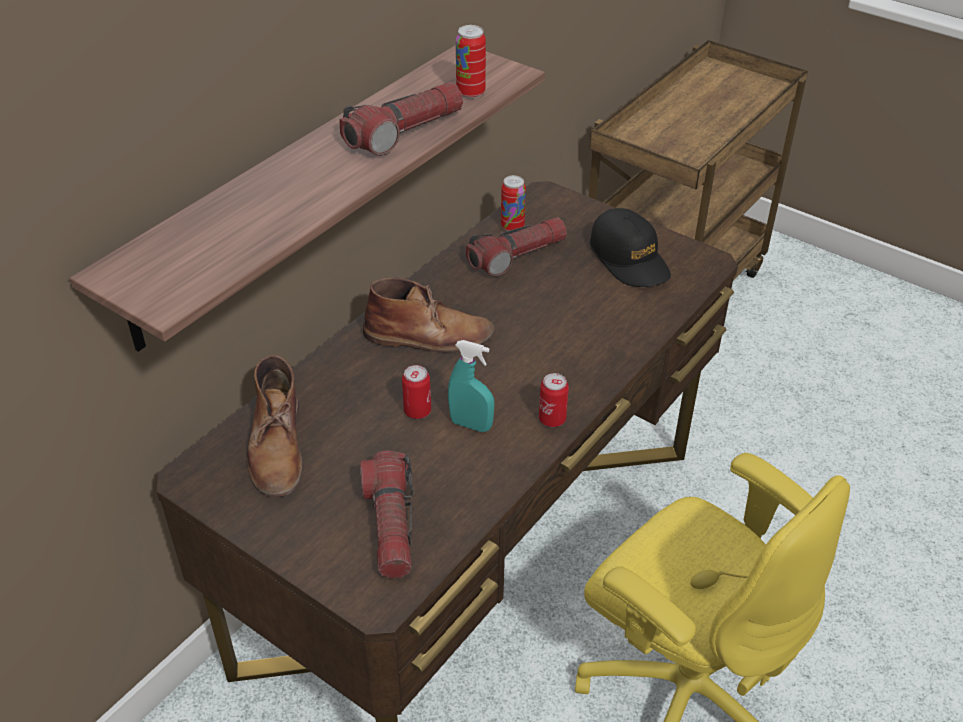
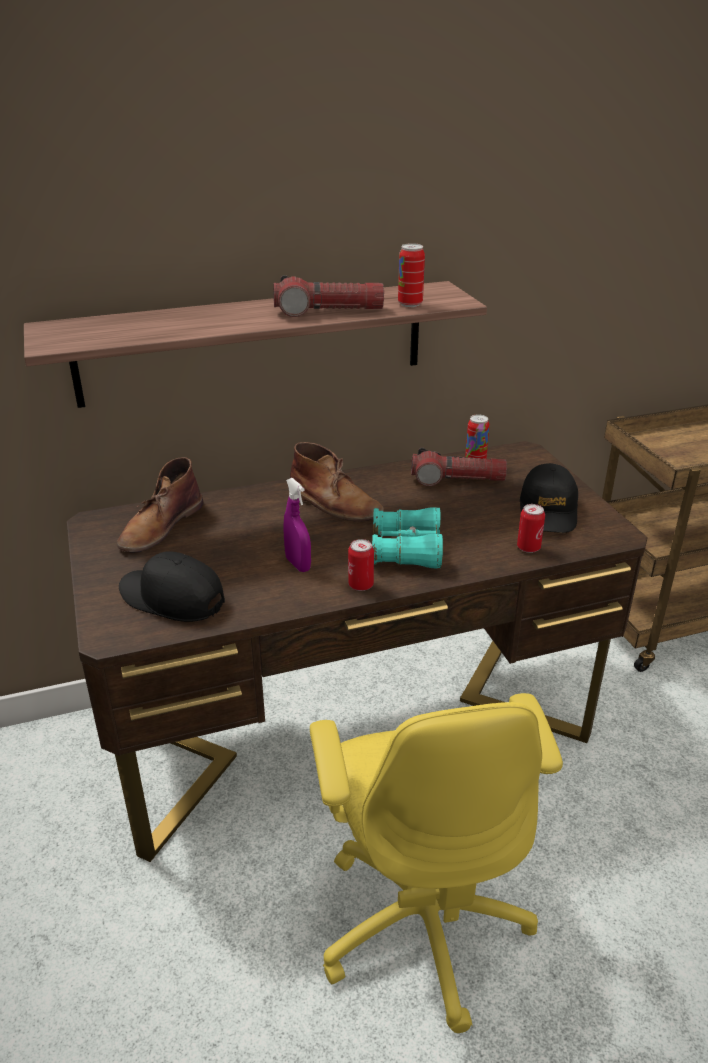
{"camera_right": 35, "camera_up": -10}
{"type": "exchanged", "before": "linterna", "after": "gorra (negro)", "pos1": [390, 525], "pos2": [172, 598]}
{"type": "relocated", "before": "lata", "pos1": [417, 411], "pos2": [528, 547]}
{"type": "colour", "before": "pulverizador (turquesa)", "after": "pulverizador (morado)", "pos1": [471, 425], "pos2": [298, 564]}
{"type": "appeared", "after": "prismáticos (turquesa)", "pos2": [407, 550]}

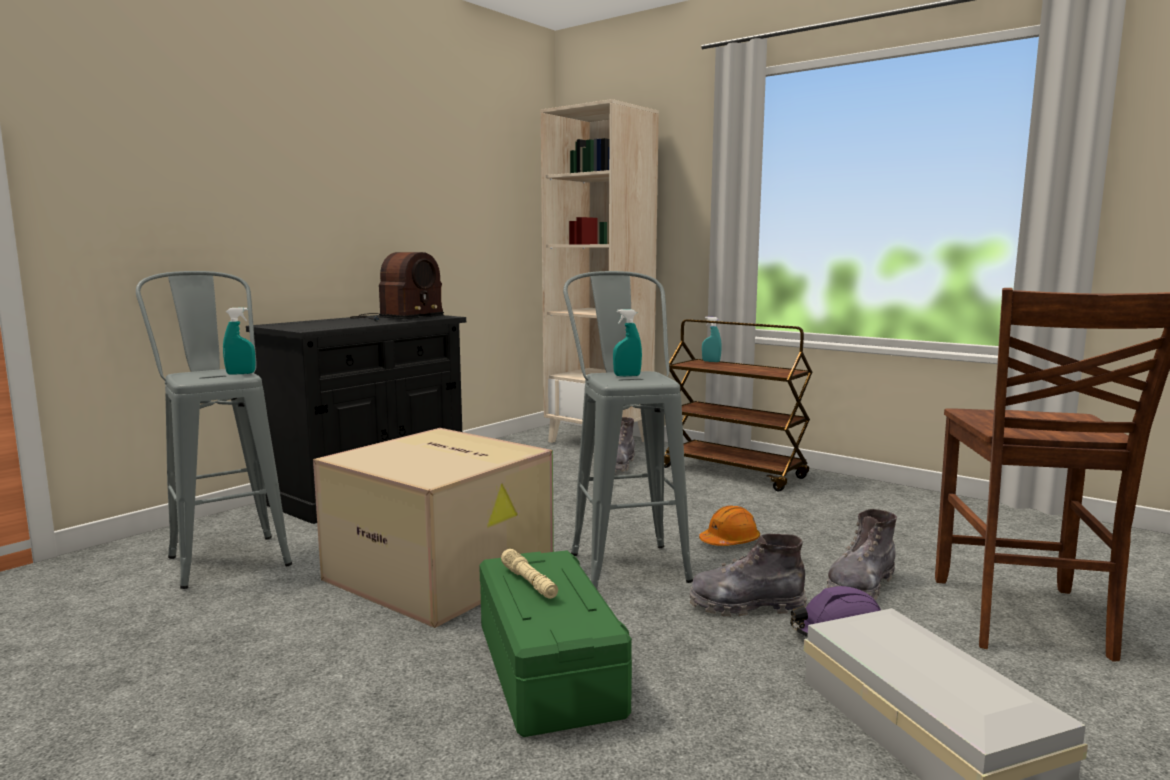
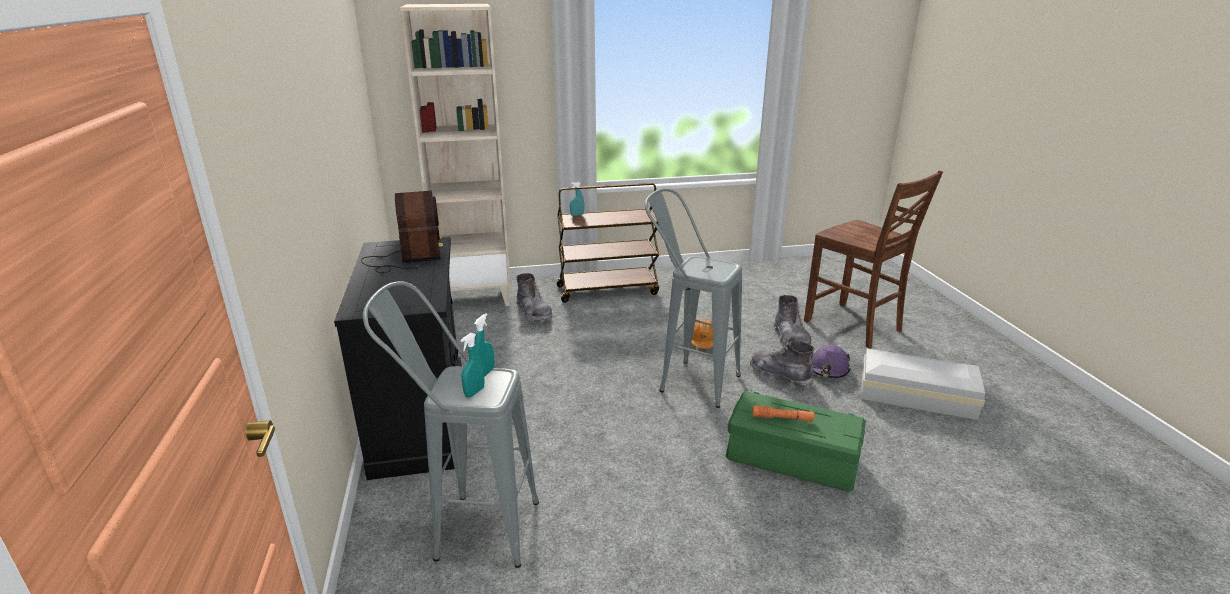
{"camera_right": -50, "camera_up": 15}
{"type": "missing", "before": "caja de cartón", "pos1": [443, 572]}
{"type": "colour", "before": "linterna (beis)", "after": "linterna (naranja)", "pos1": [529, 582], "pos2": [782, 418]}
{"type": "relocated", "before": "pulverizador (turquesa)", "pos1": [627, 375], "pos2": [474, 392]}
{"type": "spun", "before": "bota (gris)", "pos1": [746, 605], "pos2": [780, 375], "turn": 90}

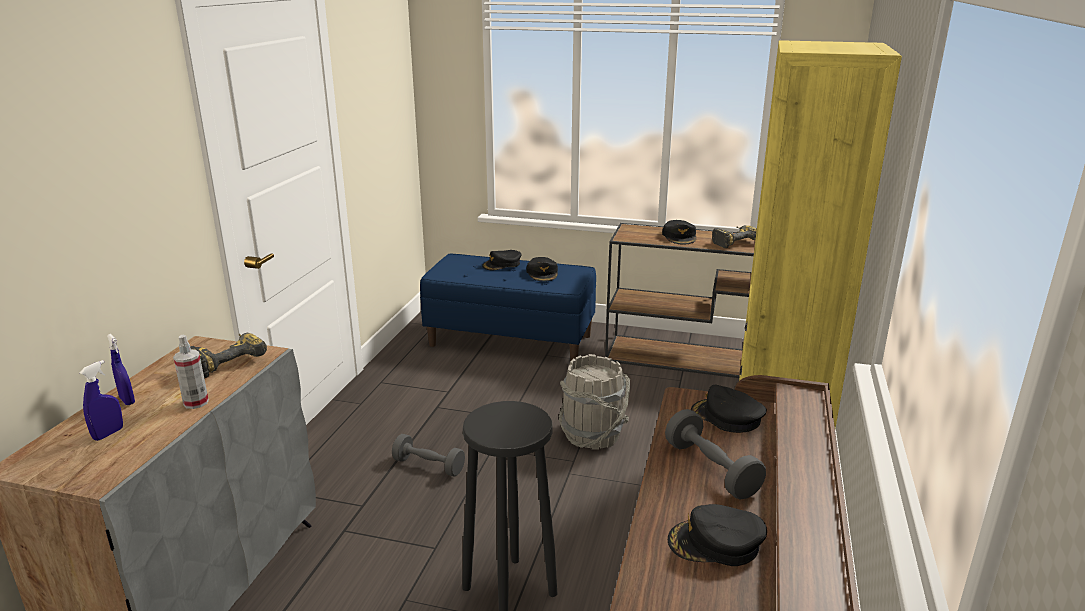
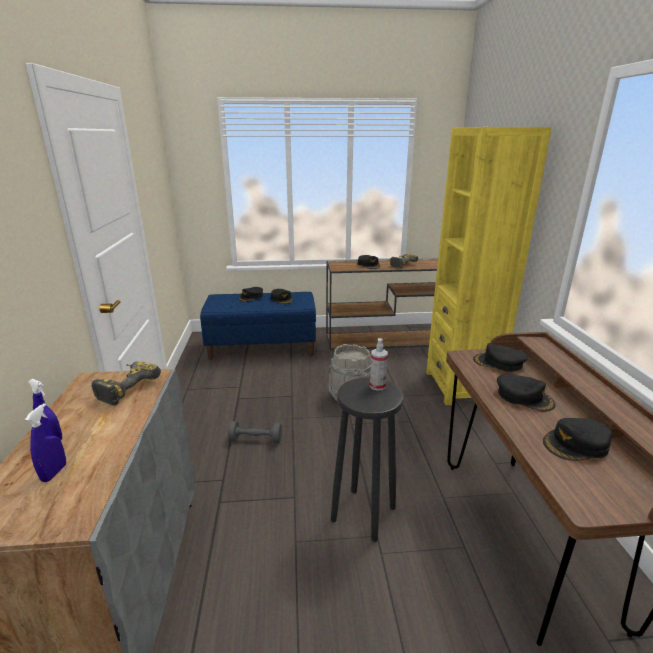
{"camera_right": -20, "camera_up": 0}
{"type": "relocated", "before": "pulverizador", "pos1": [196, 402], "pos2": [377, 386]}
{"type": "exchanged", "before": "mancuerna (gris)", "after": "gorra (negro)", "pos1": [711, 469], "pos2": [524, 397]}

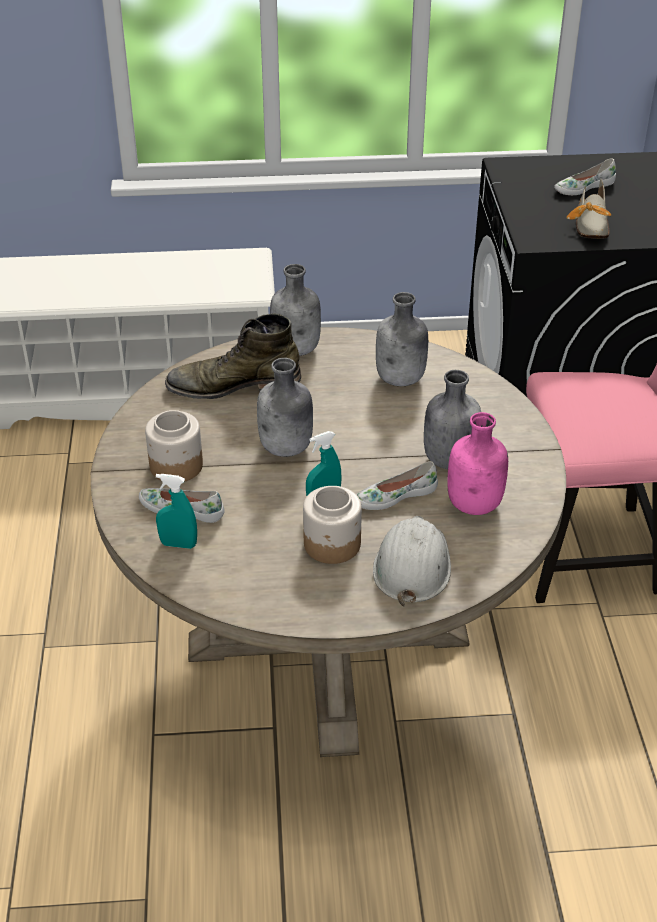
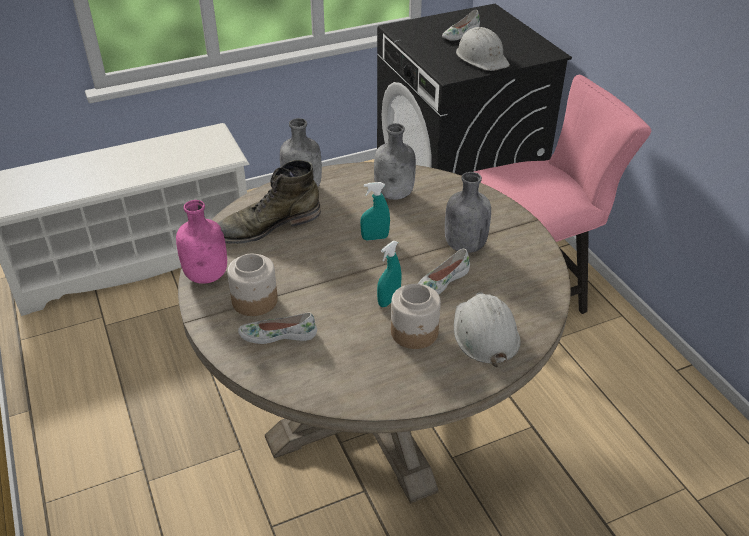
{"camera_right": -20, "camera_up": 0}
{"type": "relocated", "before": "pulverizador (turquesa)", "pos1": [178, 544], "pos2": [375, 238]}
{"type": "missing", "before": "botella (gris)", "pos1": [286, 448]}
{"type": "relocated", "before": "botella (rosa)", "pos1": [475, 504], "pos2": [207, 275]}
{"type": "exchanged", "before": "zapato", "after": "casco (blanco)", "pos1": [591, 225], "pos2": [482, 58]}

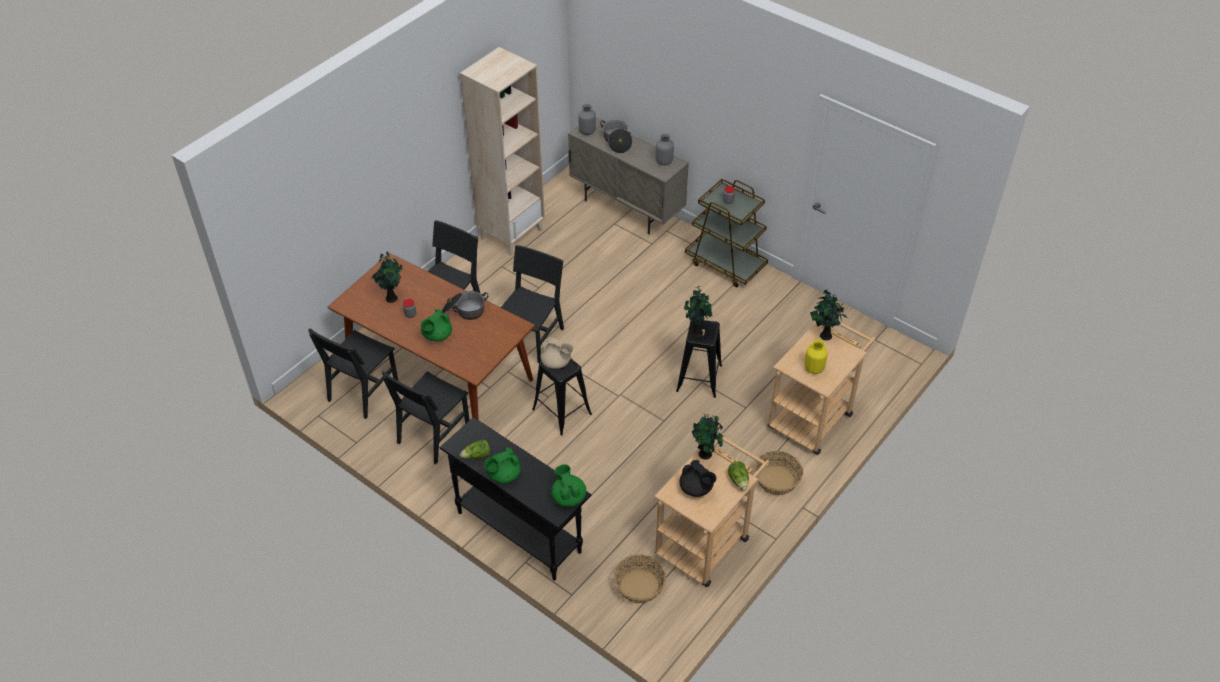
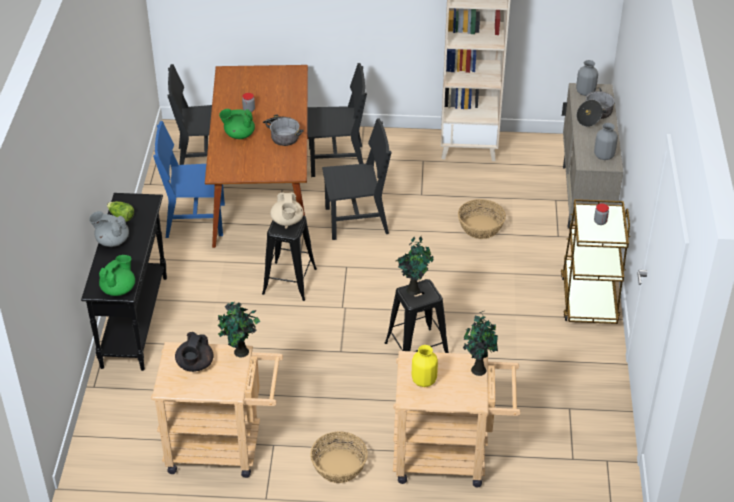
{"camera_right": 55, "camera_up": -5}
{"type": "missing", "before": "planta en maceta", "pos1": [391, 297]}
{"type": "colour", "before": "silla (negro)", "after": "silla (azul)", "pos1": [433, 434], "pos2": [195, 220]}
{"type": "colour", "before": "tetera (verde)", "after": "tetera (gris)", "pos1": [503, 475], "pos2": [112, 241]}
{"type": "relocated", "before": "cesta", "pos1": [639, 586], "pos2": [481, 227]}
{"type": "missing", "before": "lechuga", "pos1": [739, 480]}

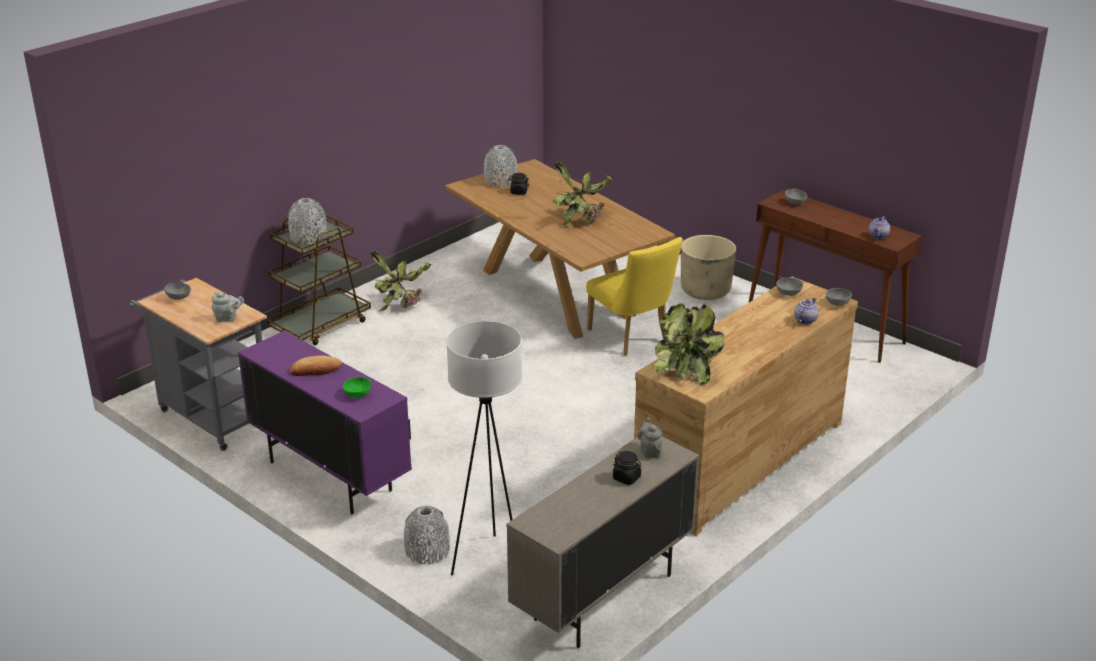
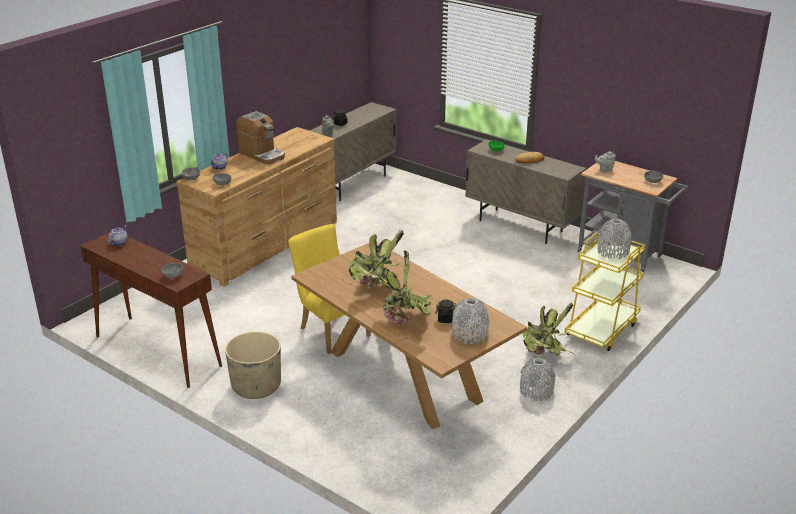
{"camera_right": 175, "camera_up": 0}
{"type": "colour", "before": "armario (morado)", "after": "armario (beis)", "pos1": [330, 476], "pos2": [520, 226]}
{"type": "colour", "before": "carrito (marrón)", "after": "carrito (amarillo)", "pos1": [321, 325], "pos2": [601, 329]}
{"type": "relocated", "before": "florero (gris)", "pos1": [427, 550], "pos2": [536, 391]}
{"type": "missing", "before": "lámpara de pie (blanco)", "pos1": [490, 562]}
{"type": "relocated", "before": "planta en maceta", "pos1": [684, 368], "pos2": [407, 320]}
{"type": "appeared", "after": "cafetera", "pos2": [262, 154]}

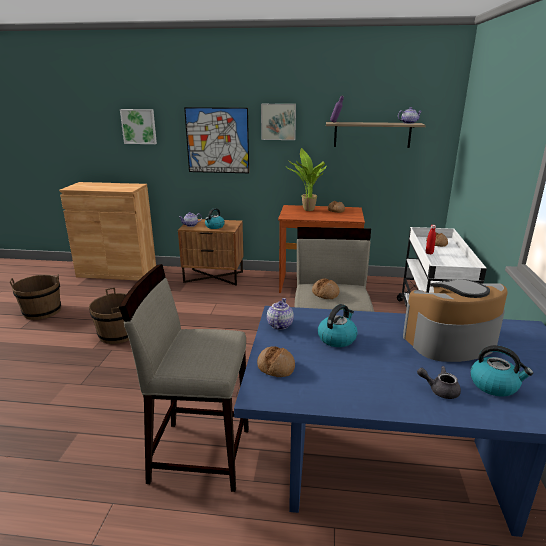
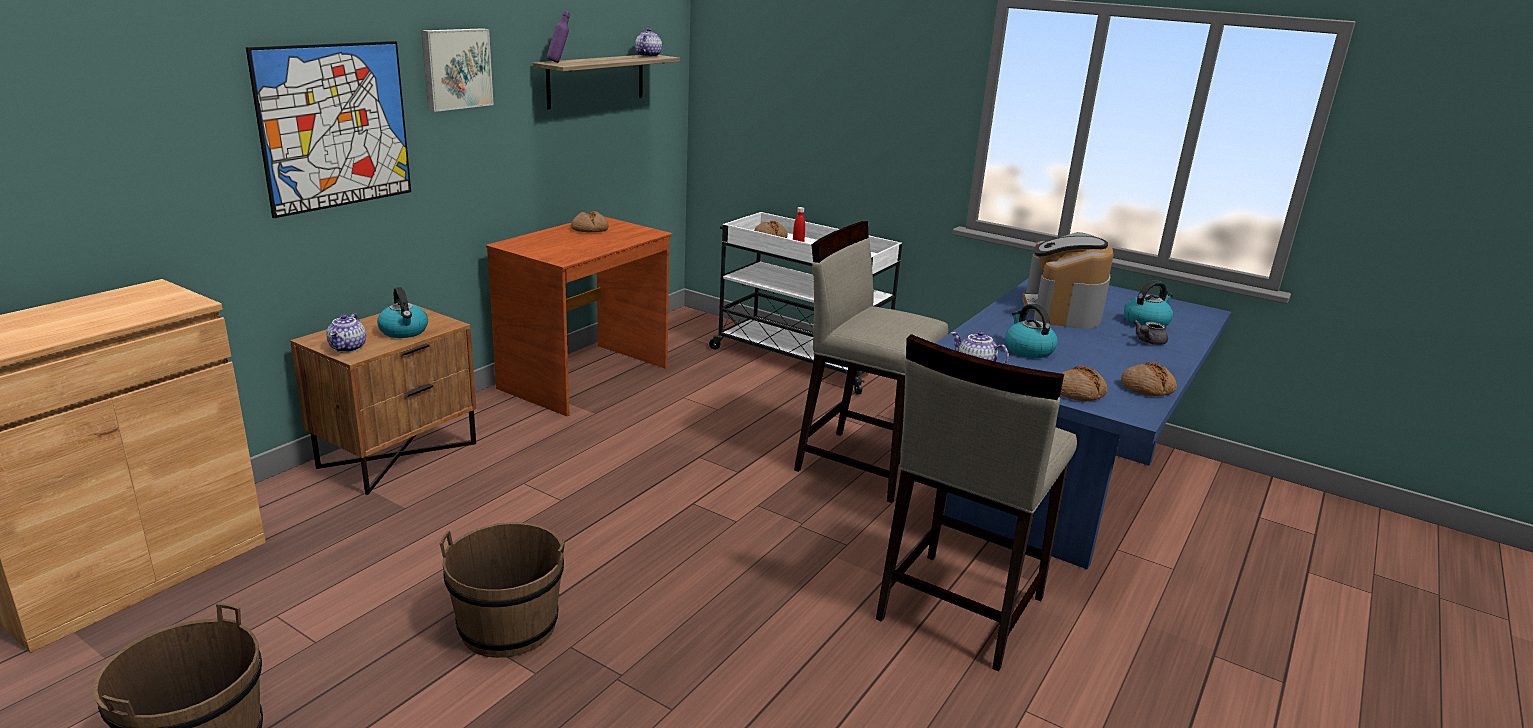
{"camera_right": -65, "camera_up": 0}
{"type": "missing", "before": "cuadro", "pos1": [139, 126]}
{"type": "missing", "before": "planta en maceta", "pos1": [306, 210]}
{"type": "relocated", "before": "pan", "pos1": [325, 293], "pos2": [1147, 388]}

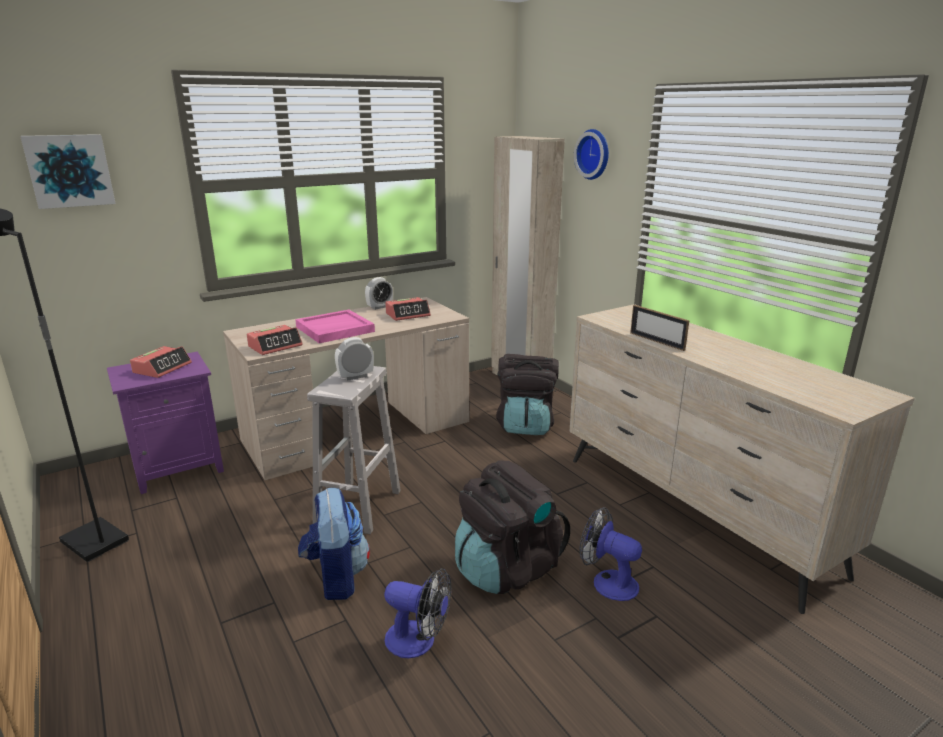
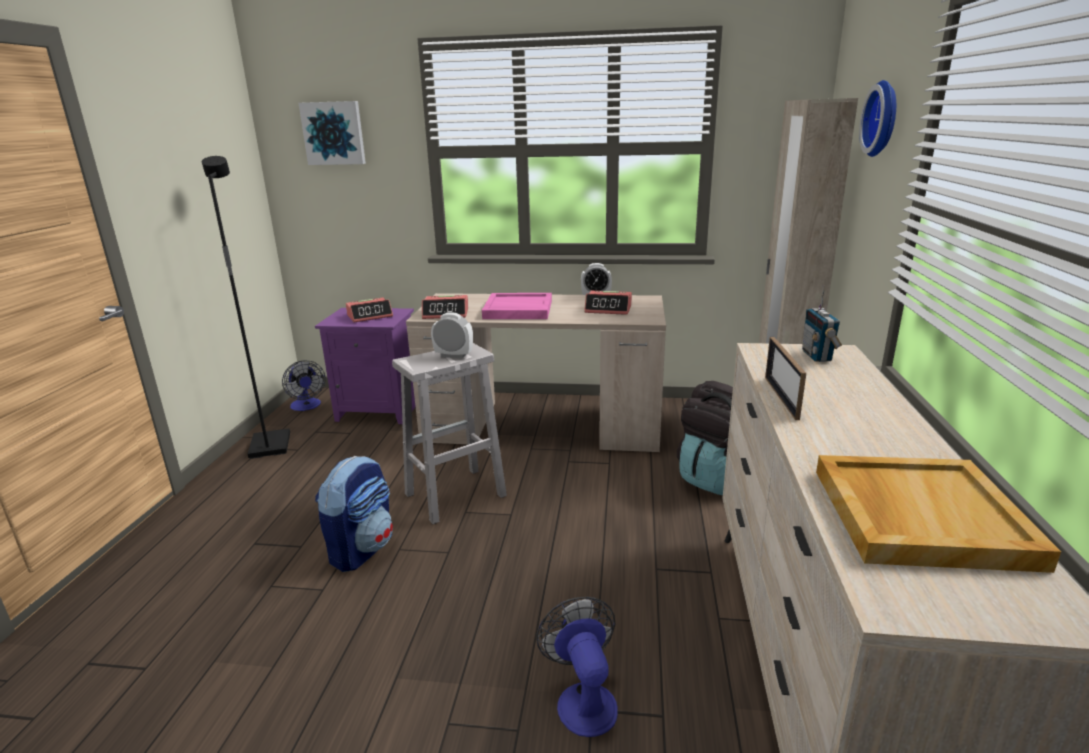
{"camera_right": 40, "camera_up": 0}
{"type": "relocated", "before": "ventilador", "pos1": [418, 641], "pos2": [307, 406]}
{"type": "missing", "before": "mochila (negro)", "pos1": [507, 568]}
{"type": "appeared", "after": "radio", "pos2": [817, 356]}
{"type": "appeared", "after": "bandeja (beis)", "pos2": [917, 515]}

